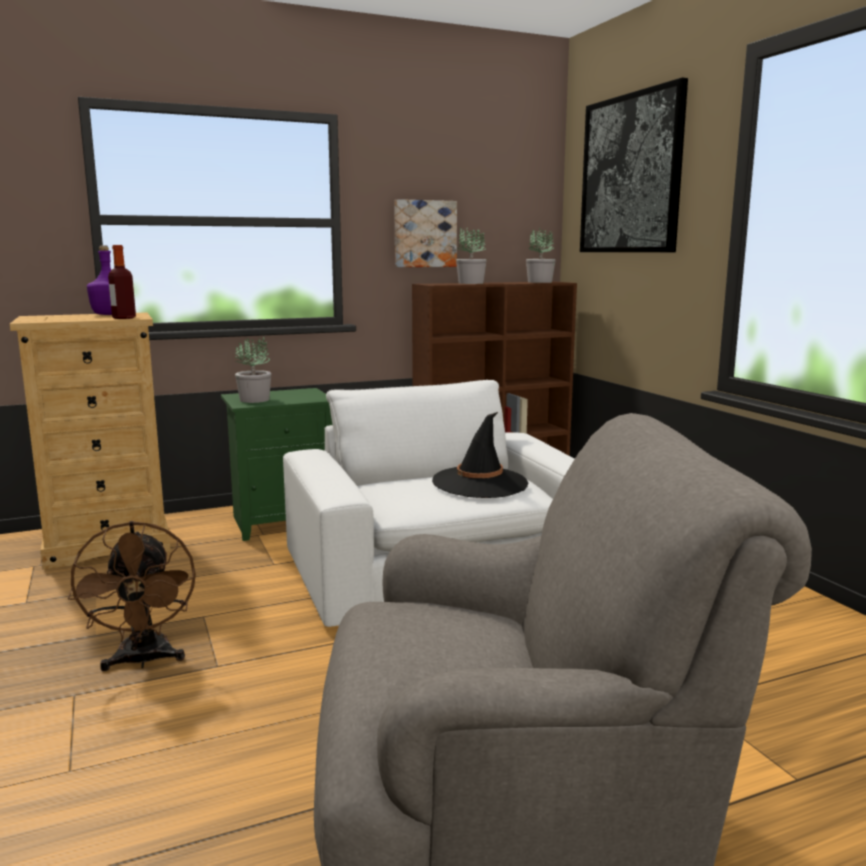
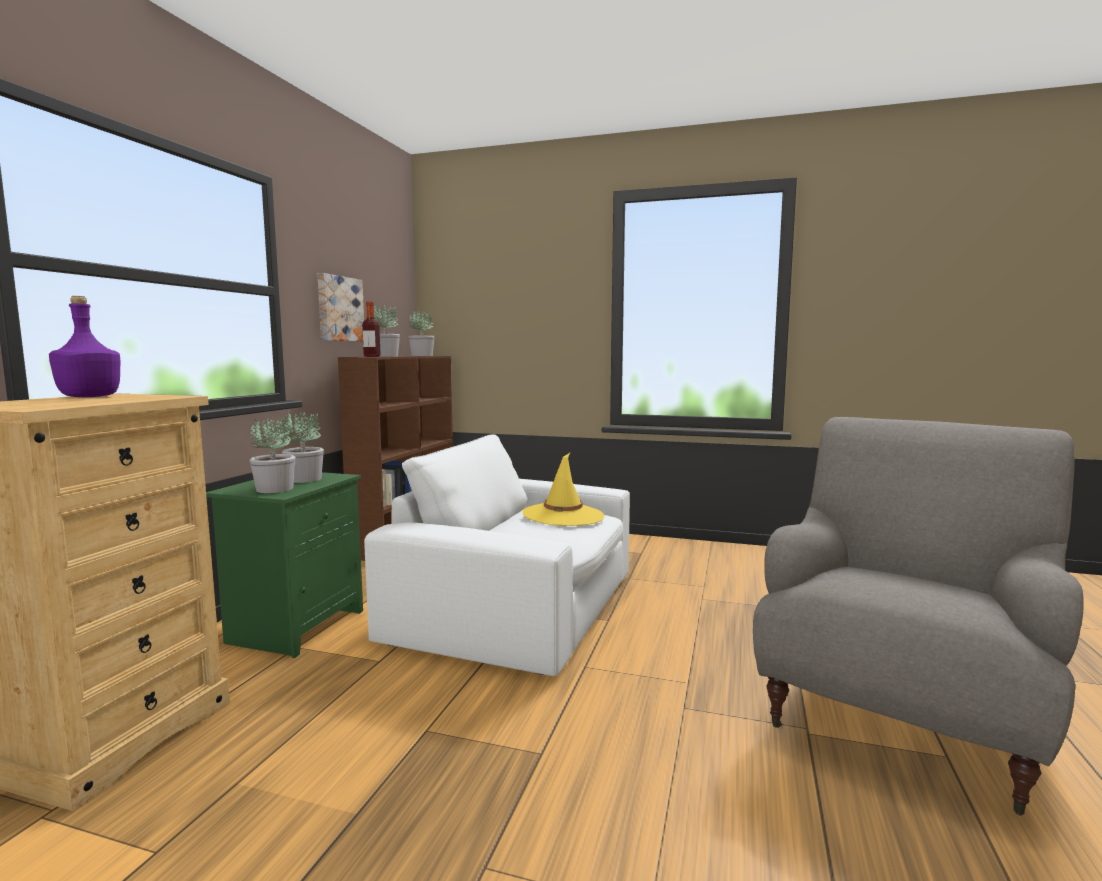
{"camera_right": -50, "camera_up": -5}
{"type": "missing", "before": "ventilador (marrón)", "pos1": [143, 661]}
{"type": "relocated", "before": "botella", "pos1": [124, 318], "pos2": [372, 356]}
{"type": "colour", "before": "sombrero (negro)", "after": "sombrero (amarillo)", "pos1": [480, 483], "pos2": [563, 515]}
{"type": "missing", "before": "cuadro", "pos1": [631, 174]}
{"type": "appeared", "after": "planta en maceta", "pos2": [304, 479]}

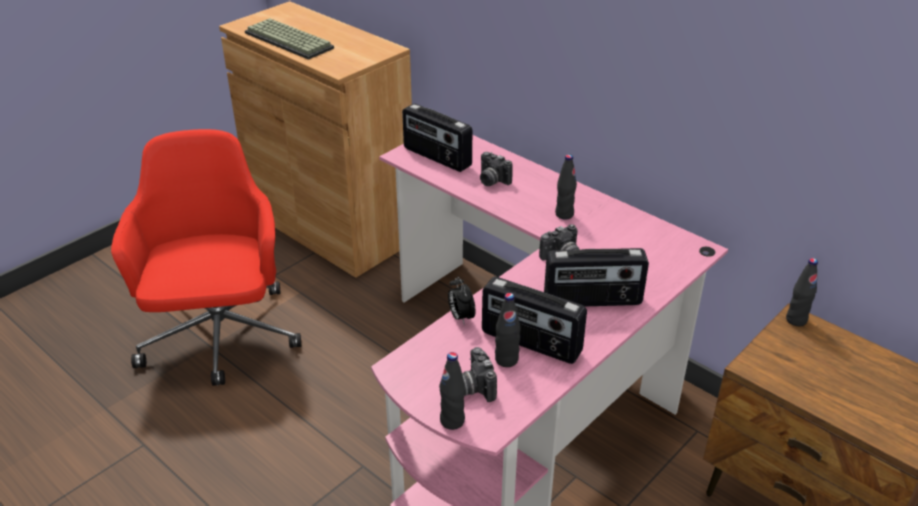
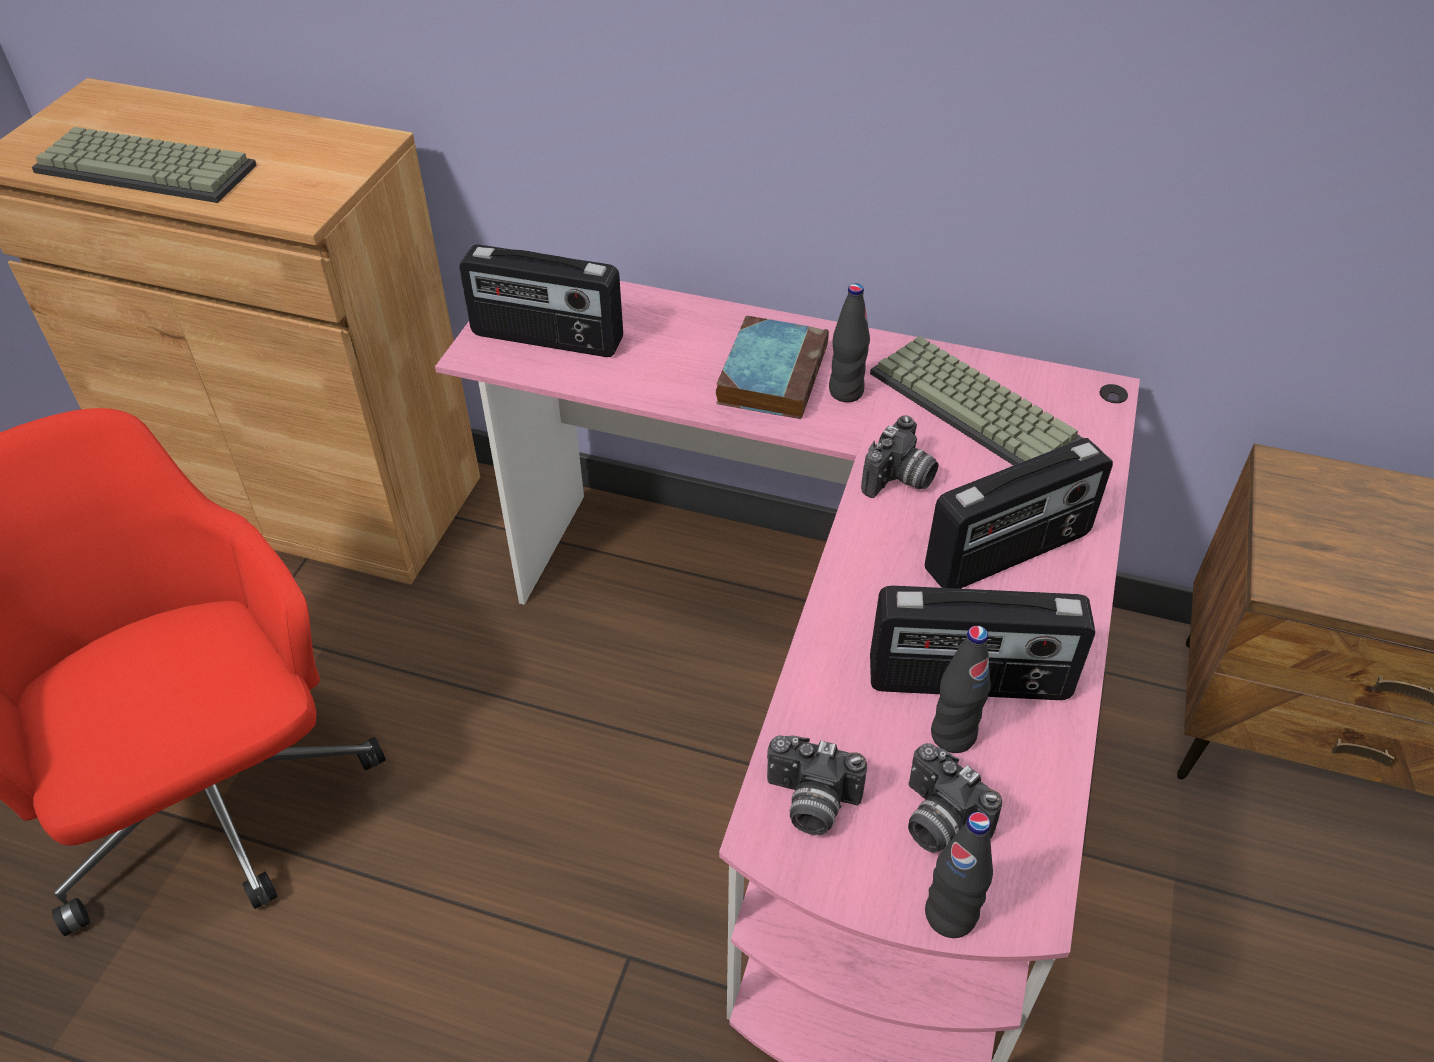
{"camera_right": -25, "camera_up": 10}
{"type": "missing", "before": "despertador", "pos1": [461, 317]}
{"type": "relocated", "before": "cámara", "pos1": [491, 181], "pos2": [810, 803]}
{"type": "missing", "before": "botella (negro)", "pos1": [796, 320]}
{"type": "appeared", "after": "libro", "pos2": [772, 373]}
{"type": "appeared", "after": "teclado", "pos2": [977, 407]}

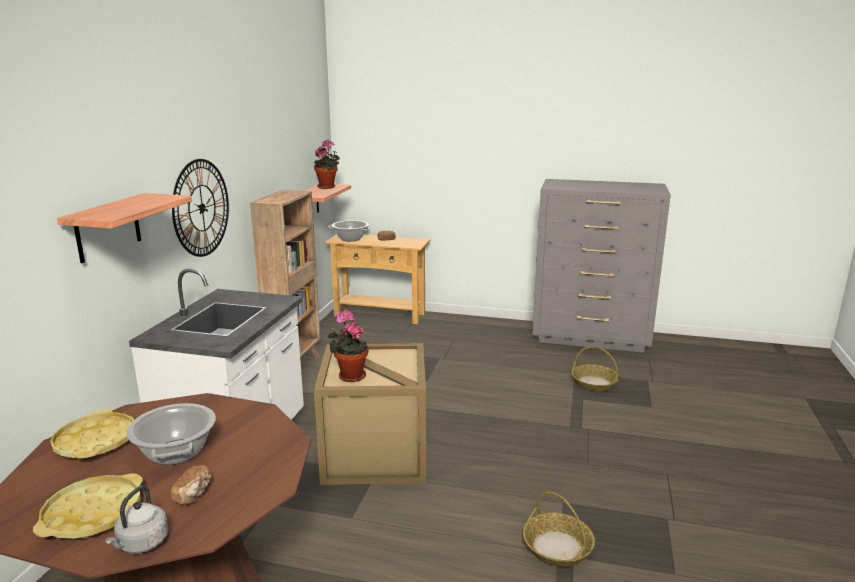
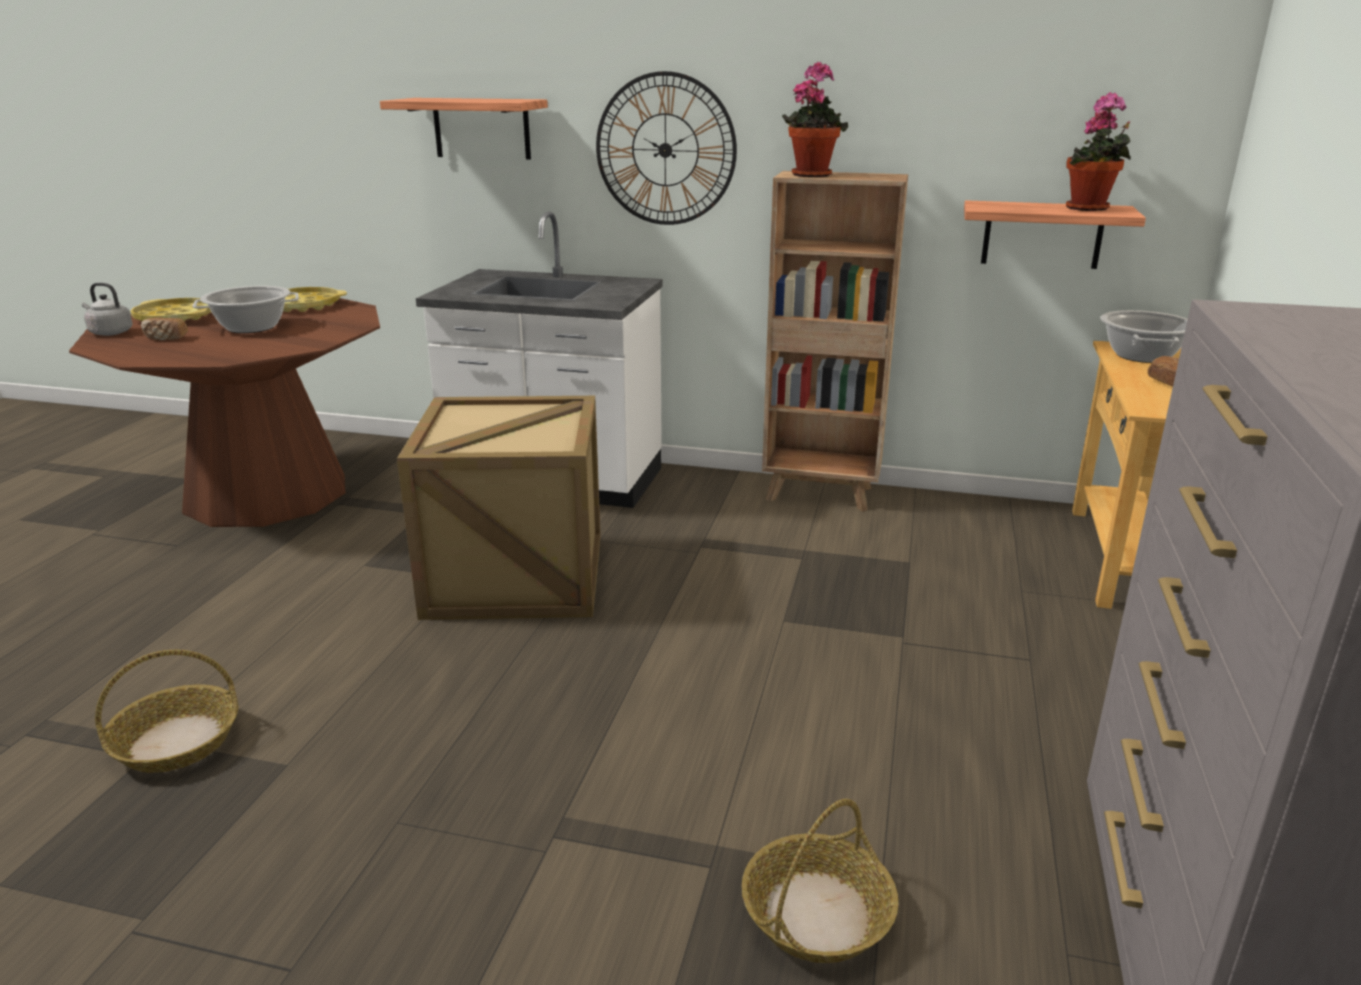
{"camera_right": 90, "camera_up": 5}
{"type": "relocated", "before": "planta en maceta", "pos1": [349, 376], "pos2": [812, 174]}

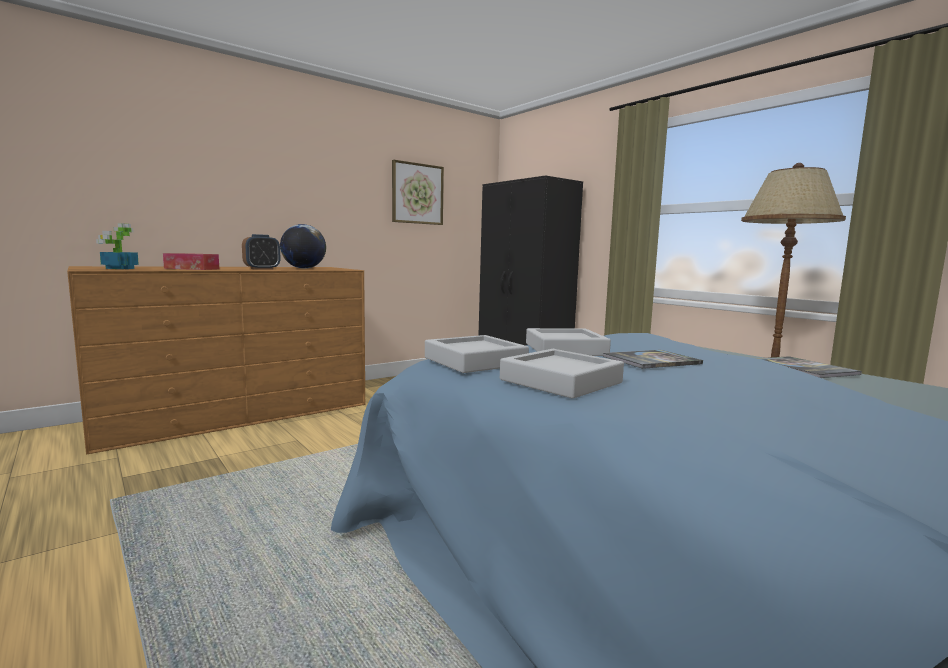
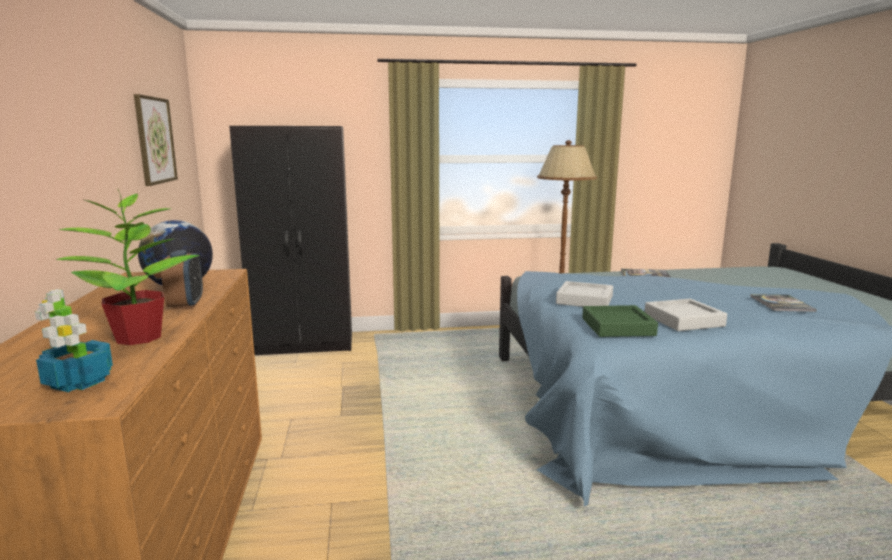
{"camera_right": -60, "camera_up": 5}
{"type": "exchanged", "before": "caja de pañuelos", "after": "planta en maceta", "pos1": [192, 268], "pos2": [137, 338]}
{"type": "colour", "before": "bandeja (gris)", "after": "bandeja (verde)", "pos1": [475, 361], "pos2": [617, 327]}
{"type": "relocated", "before": "libro", "pos1": [651, 361], "pos2": [781, 304]}

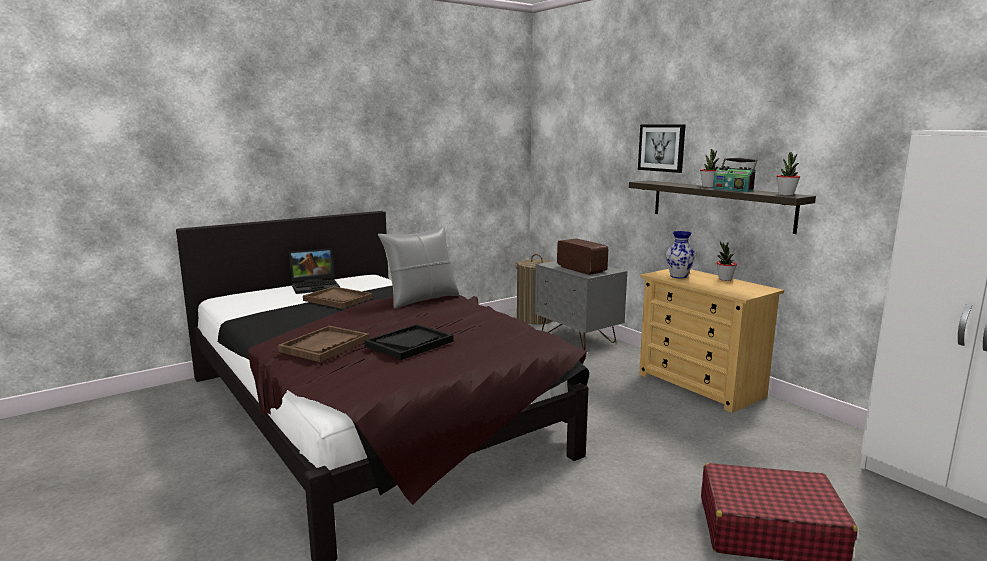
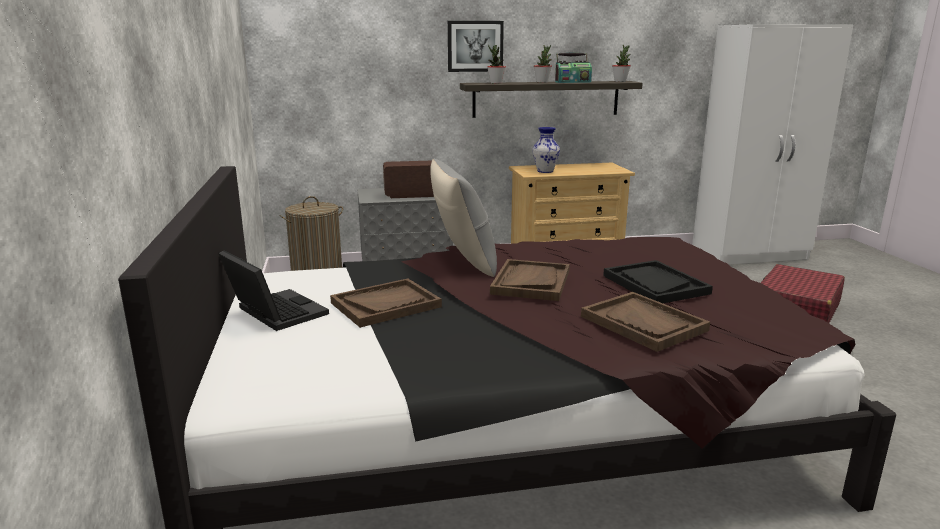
{"camera_right": -65, "camera_up": 5}
{"type": "spun", "before": "portátil", "pos1": [316, 286], "pos2": [273, 313], "turn": -45}
{"type": "relocated", "before": "planta en maceta", "pos1": [725, 279], "pos2": [496, 83]}
{"type": "appeared", "after": "bandeja (marrón)", "pos2": [531, 282]}

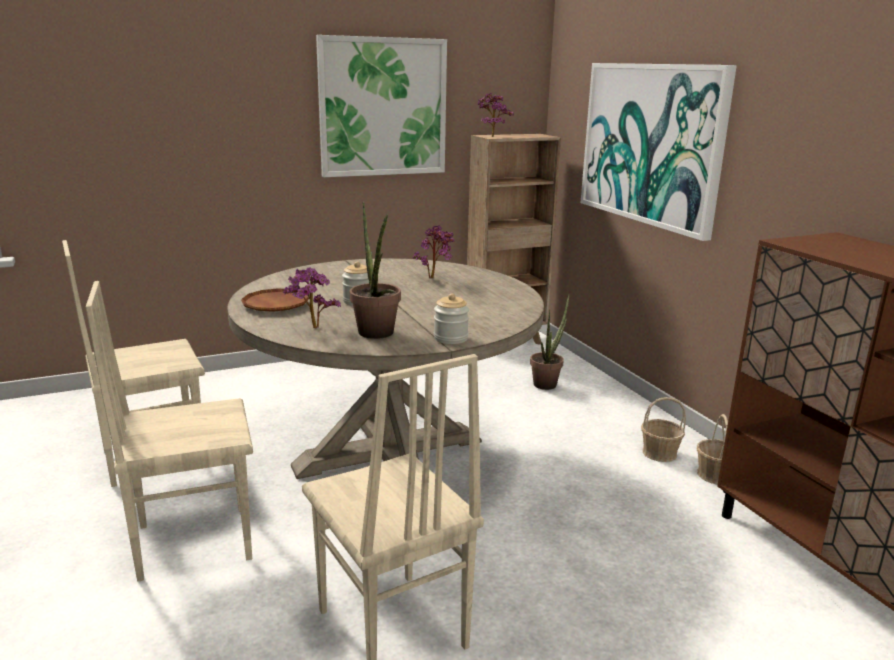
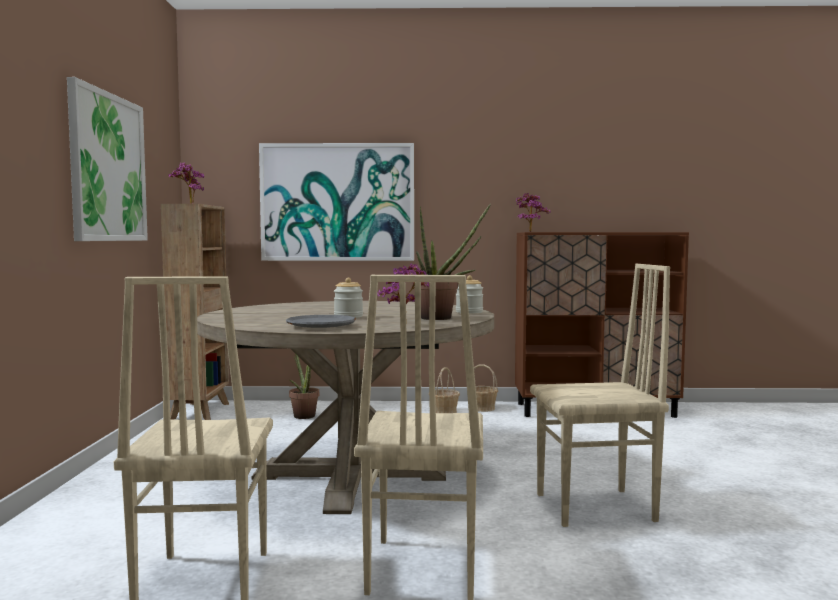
{"camera_right": -65, "camera_up": -15}
{"type": "colour", "before": "plato (marrón)", "after": "plato (gris)", "pos1": [275, 305], "pos2": [321, 326]}
{"type": "relocated", "before": "planta en maceta", "pos1": [435, 278], "pos2": [529, 232]}

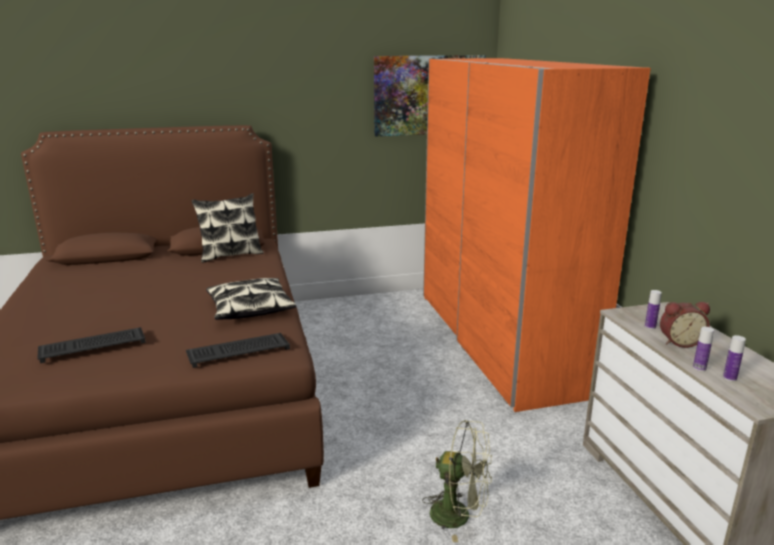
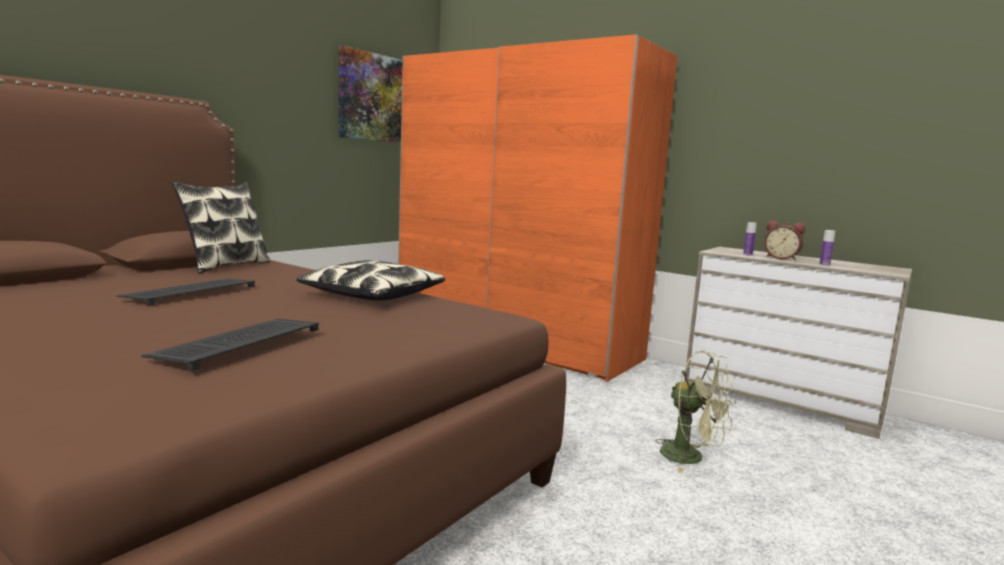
{"camera_right": -40, "camera_up": -10}
{"type": "relocated", "before": "teclado", "pos1": [239, 350], "pos2": [191, 292]}
{"type": "spun", "before": "ventilador (verde)", "pos1": [459, 515], "pos2": [691, 458], "turn": 60}
{"type": "spun", "before": "despertador", "pos1": [679, 342], "pos2": [781, 258], "turn": 75}
{"type": "missing", "before": "botella", "pos1": [729, 378]}

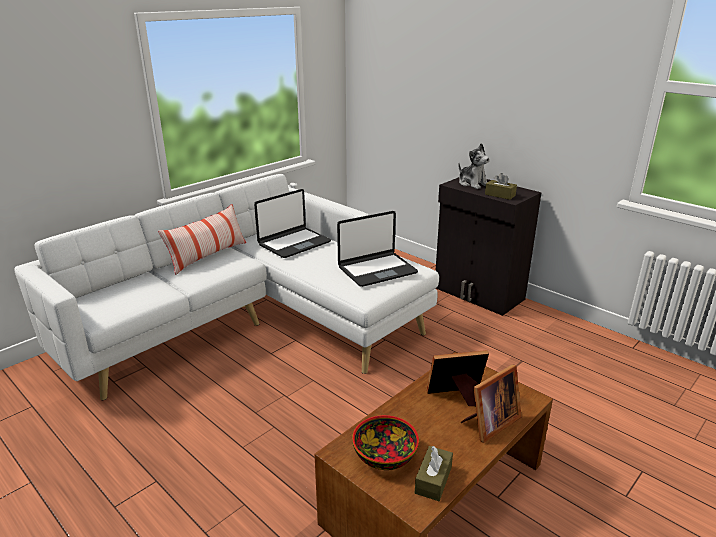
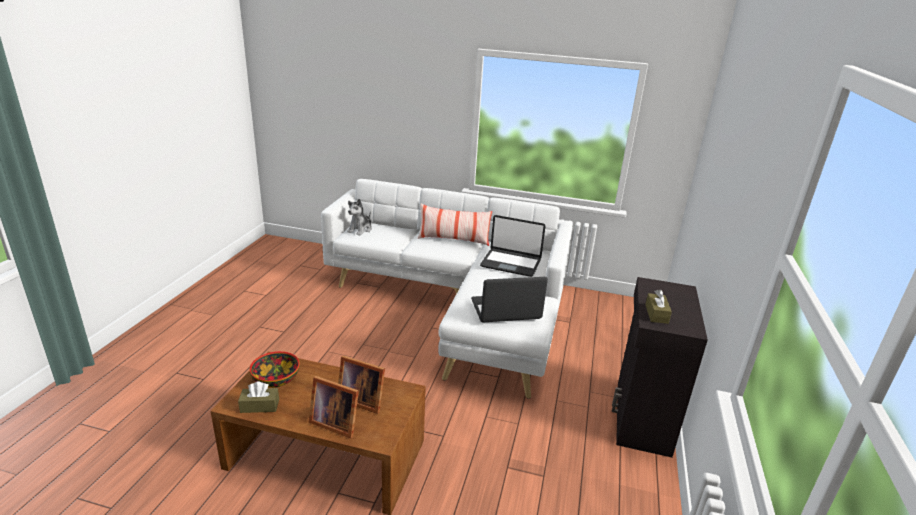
{"camera_right": 60, "camera_up": 0}
{"type": "spun", "before": "portátil", "pos1": [376, 270], "pos2": [506, 310], "turn": 135}
{"type": "spun", "before": "portarretratos", "pos1": [458, 396], "pos2": [361, 399], "turn": 150}
{"type": "relocated", "before": "peluche", "pos1": [472, 184], "pos2": [360, 230]}

